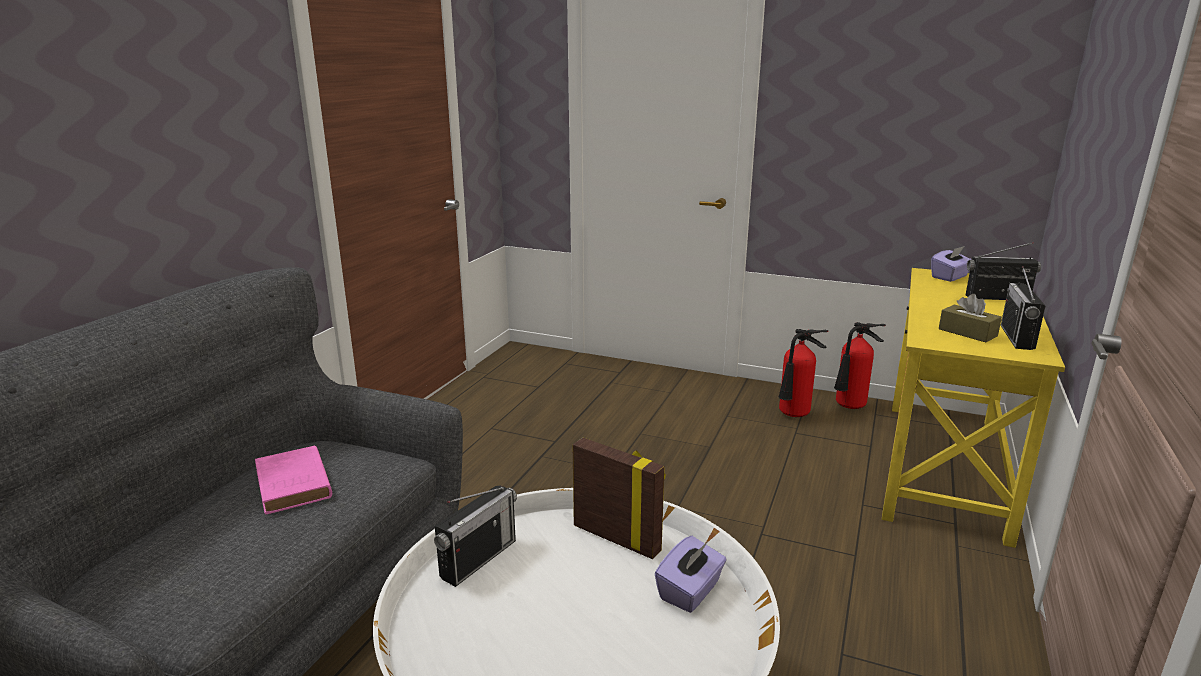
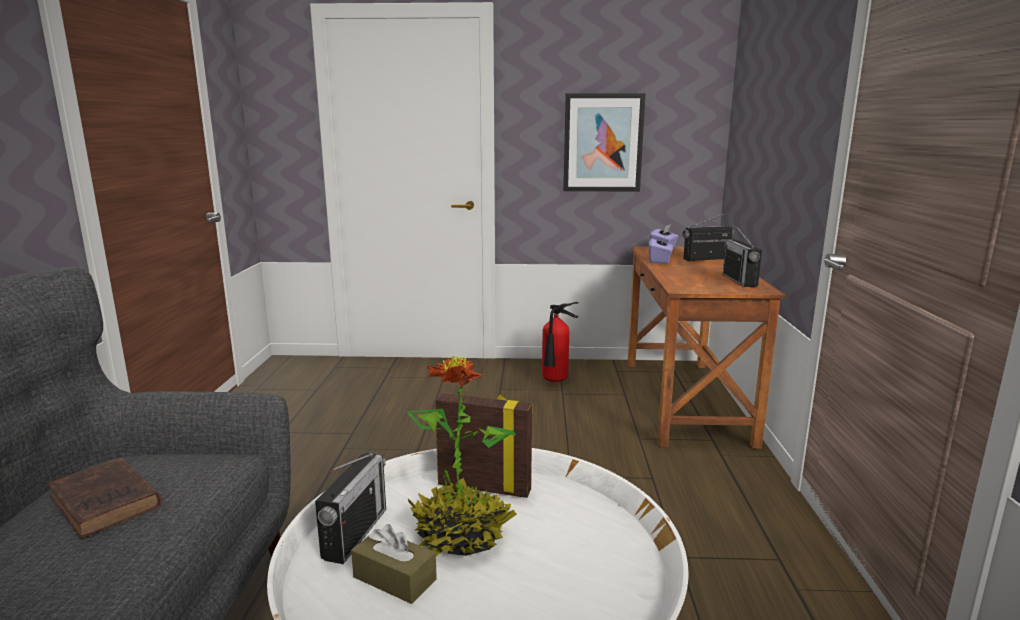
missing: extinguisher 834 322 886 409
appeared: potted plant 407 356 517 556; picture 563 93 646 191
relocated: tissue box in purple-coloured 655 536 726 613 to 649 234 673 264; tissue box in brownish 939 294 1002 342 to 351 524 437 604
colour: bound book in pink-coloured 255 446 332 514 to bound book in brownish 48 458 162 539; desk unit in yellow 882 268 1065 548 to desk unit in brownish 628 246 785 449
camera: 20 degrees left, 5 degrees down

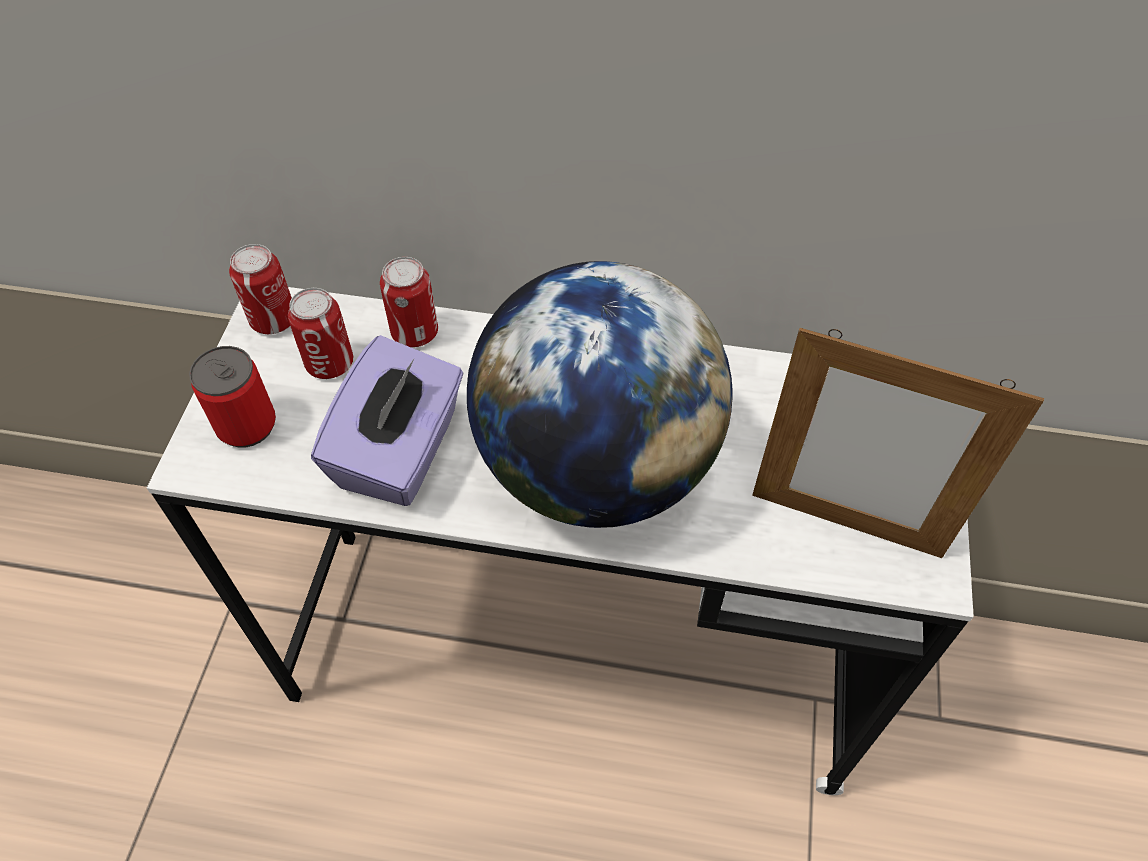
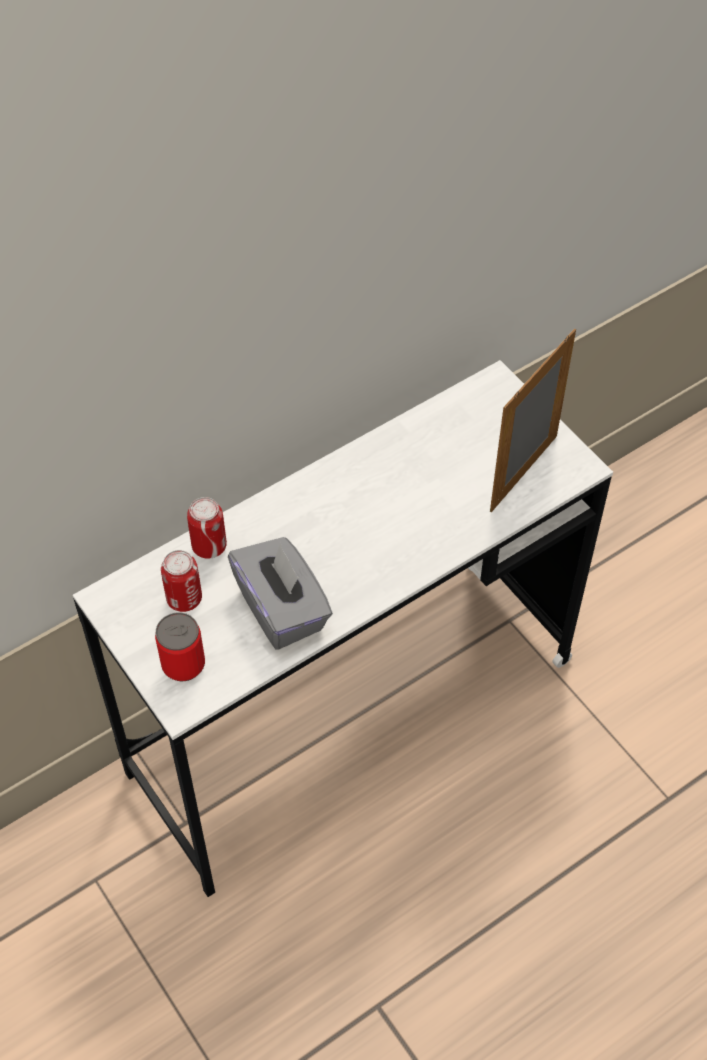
missing: can 229 244 292 334; desk globe 467 261 733 528
colour: tissue box in purple-coloured 311 335 464 506 to tissue box in gray 228 537 333 650
spun: picture frame 752 328 1044 558 = 490 328 576 512 150 degrees clockwise
camera: 45 degrees left, 0 degrees up

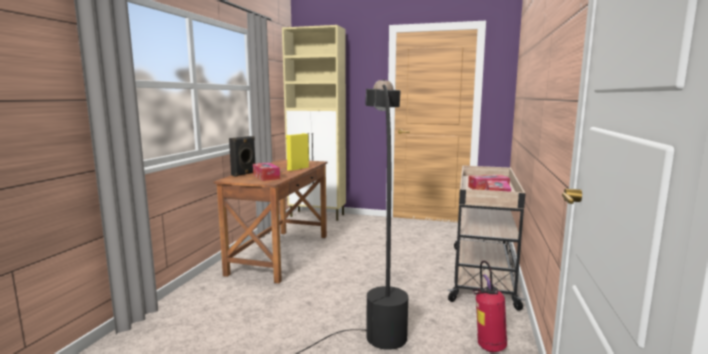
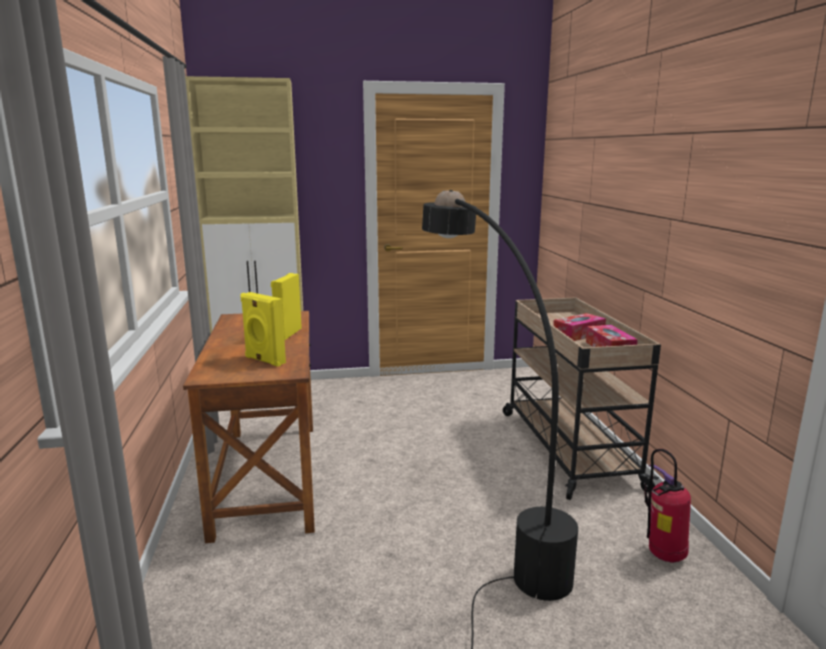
missing: audio speaker in blackish 229 136 255 177
exchanged: tissue box 253 163 280 181 to audio speaker in yellow 240 292 286 367
camera: 25 degrees left, 5 degrees up

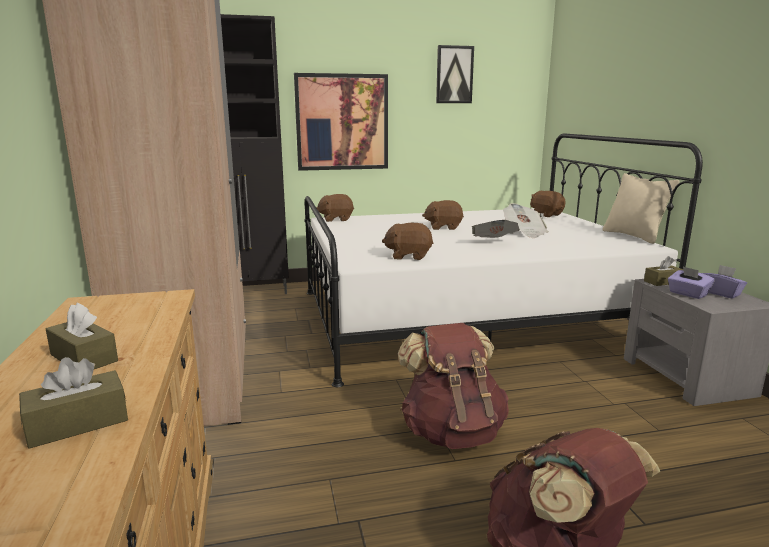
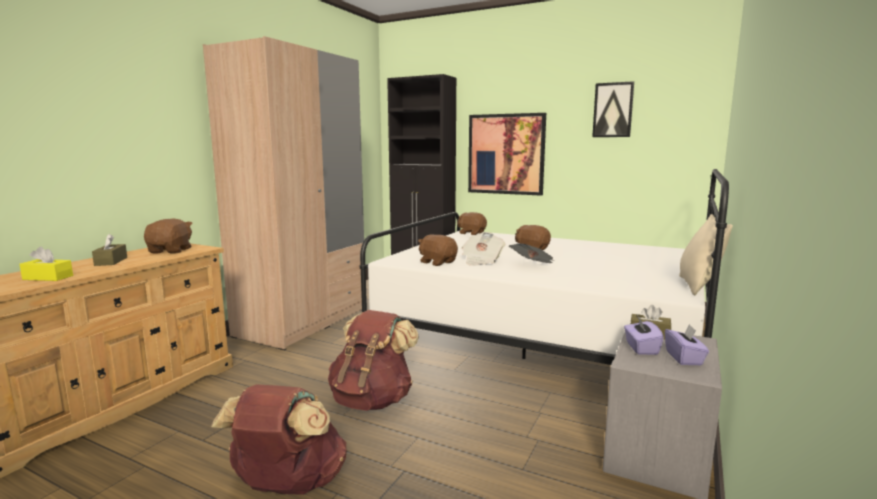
relocated: newspaper 503 203 549 238 to 462 232 505 266; plush toy in brownish 530 191 566 217 to 144 218 193 254
colour: tissue box in brownish 19 357 128 449 to tissue box in yellow 19 246 73 281
camera: 40 degrees right, 5 degrees down

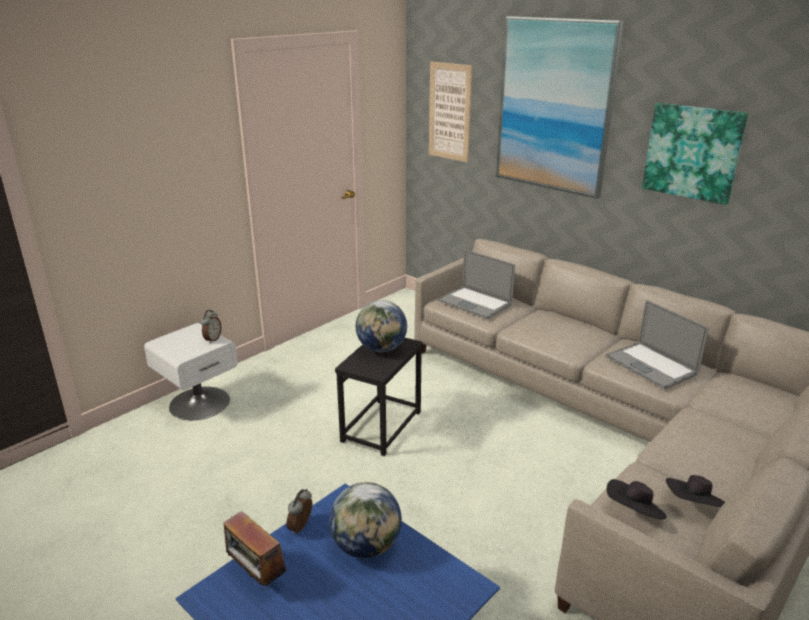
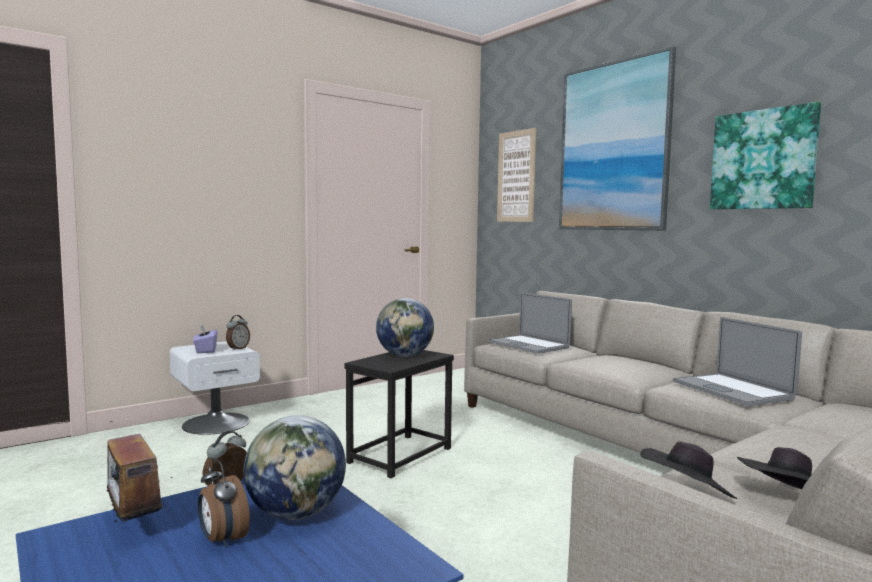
appeared: tissue box in purple-coloured 193 324 217 353; table clock 198 459 250 548
camera: 10 degrees right, 20 degrees down

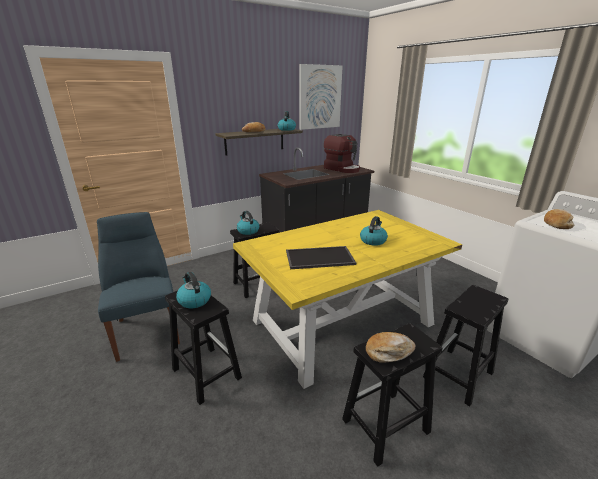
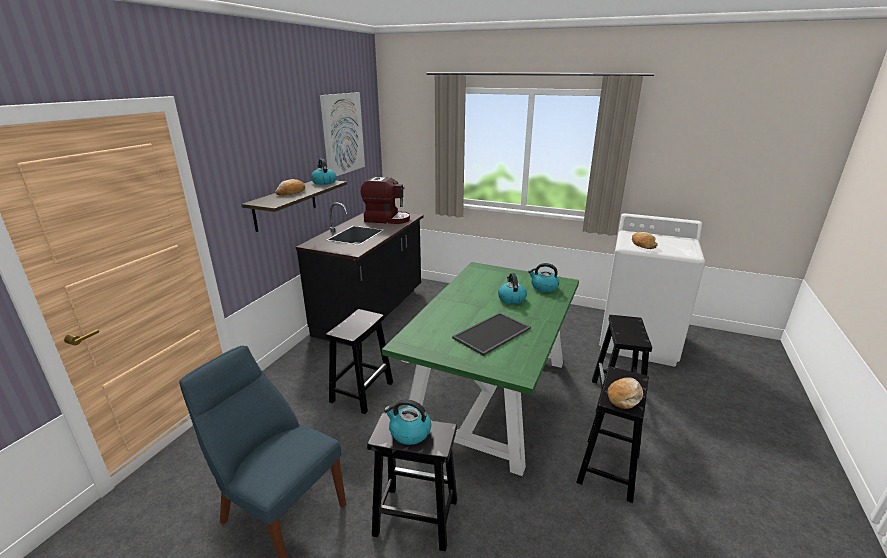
relocated: tea kettle 237 211 259 235 to 528 263 559 292
colour: kitchen table in yellow 233 210 462 389 to kitchen table in greenish 382 262 579 476
camera: 35 degrees left, 0 degrees up

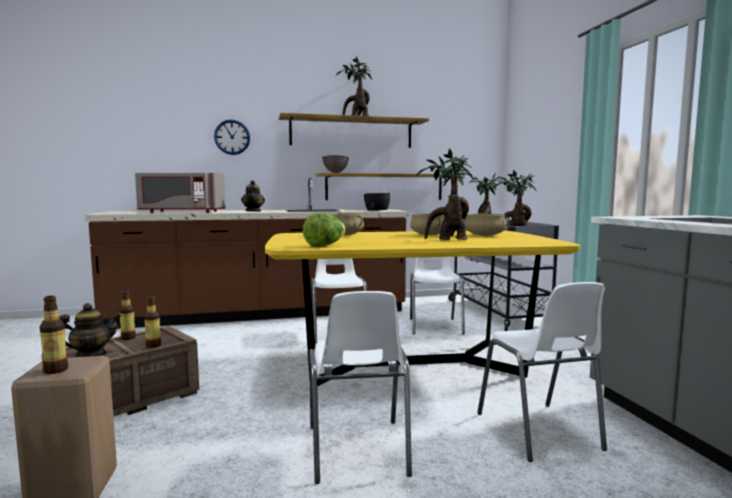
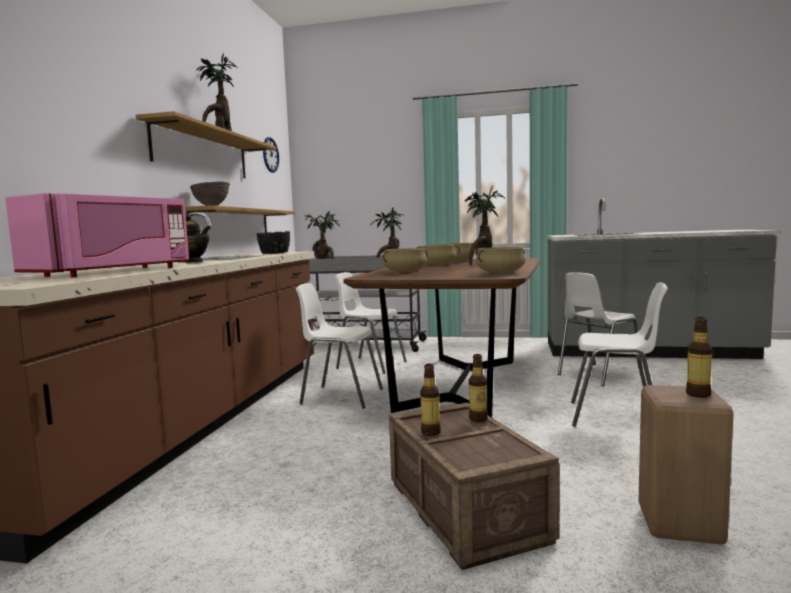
missing: teapot 59 303 121 357
relocated: hanging clock 214 119 250 155 to 263 137 279 173
exchanged: lettuce 303 214 346 247 to cooking pot in beige 476 247 525 273
colour: microwave in gray 135 173 226 213 to microwave in pink-coloured 5 193 189 277; kitchen table in yellow 265 231 581 386 to kitchen table in brownish 343 258 540 418
spun: plain chair in whitish 477 282 607 462 = 558 272 642 386 135 degrees clockwise
camera: 65 degrees left, 0 degrees up

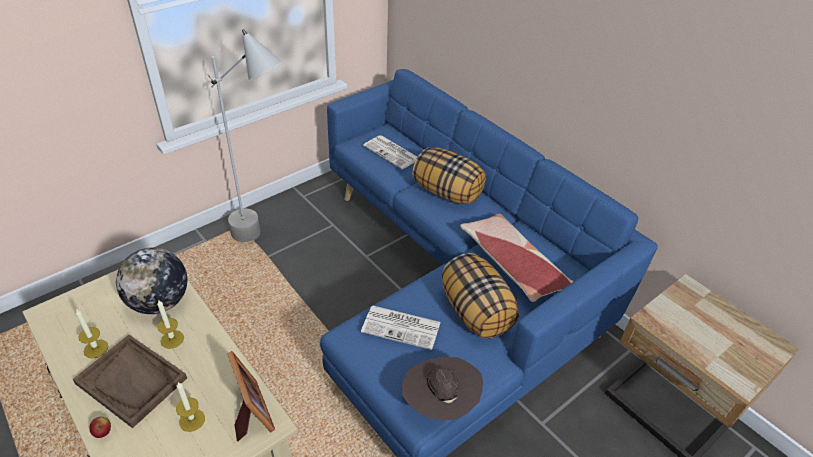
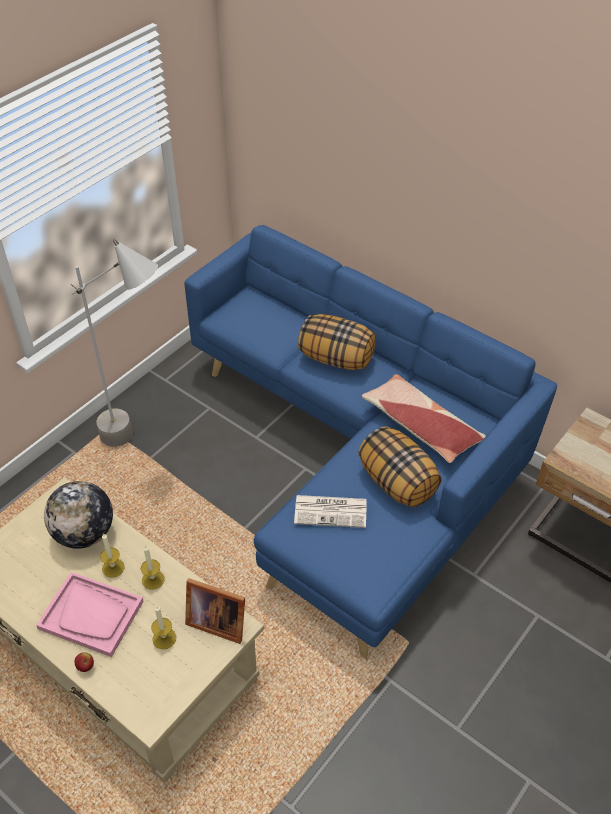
missing: newspaper 363 135 417 169; hat in brownish 402 357 483 420
relocated: wax light 75 309 108 359 to 141 545 165 590
colour: carrying tray in brownish 73 335 187 428 to carrying tray in pink-coloured 36 572 144 657
spun: picture frame 227 351 275 441 = 185 578 245 644 150 degrees clockwise
camera: 10 degrees left, 5 degrees up

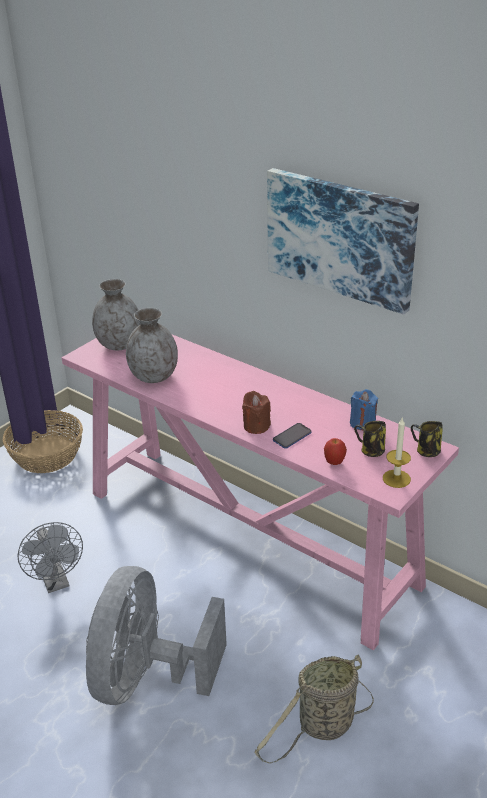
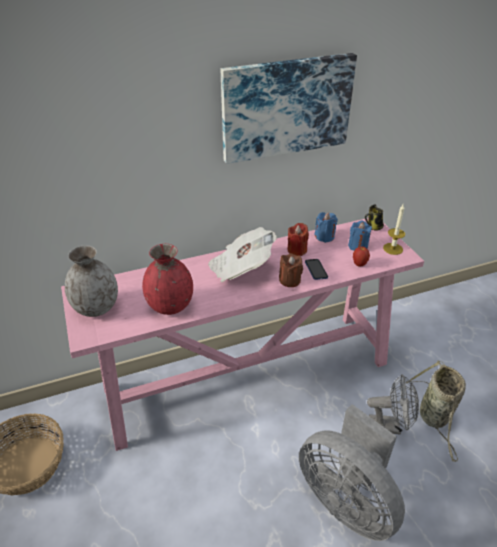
appeared: newspaper 208 227 277 282; wax light in red 287 223 309 256
relocated: cooling fan in gray 17 522 83 593 to 367 374 419 435
exchanged: coffee mug 354 421 386 457 to wax light in blue 348 220 372 251
colour: vase in gray 126 308 178 383 to vase in red 142 244 193 315
camera: 60 degrees left, 5 degrees up

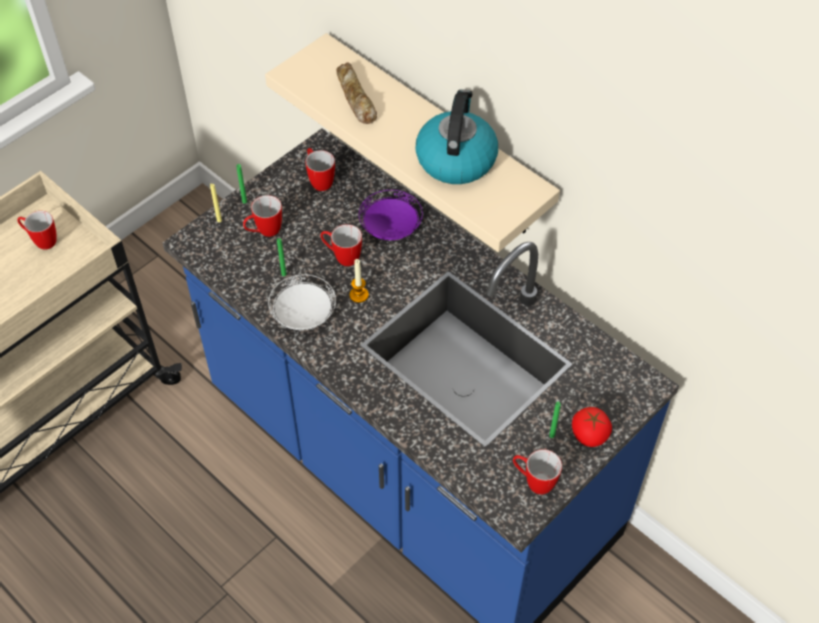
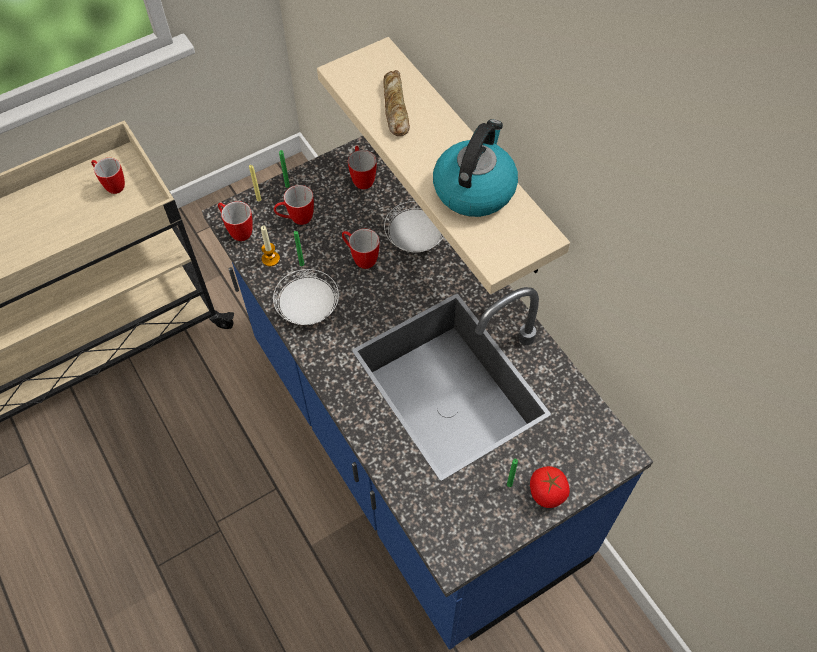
relocated: wax light 350 259 369 303 to 261 226 280 266; coffee mug 513 449 562 494 to 218 201 253 241
colour: flat dish in purple-coloured 359 190 423 240 to flat dish in whitish 384 201 444 253
camera: 15 degrees right, 5 degrees up

